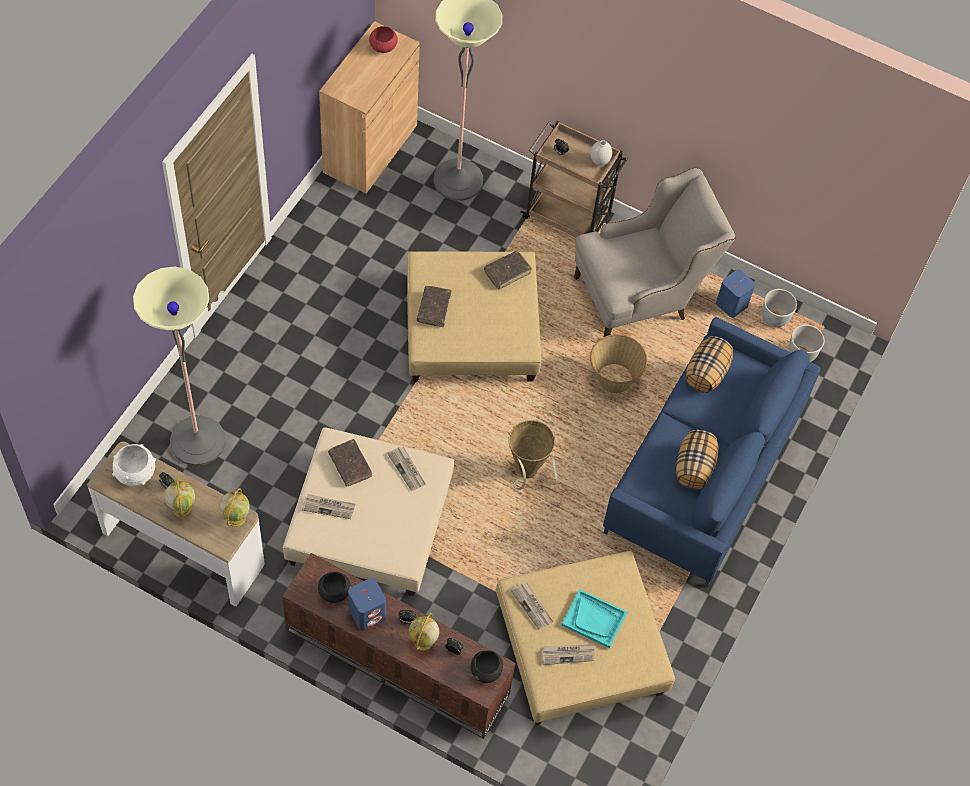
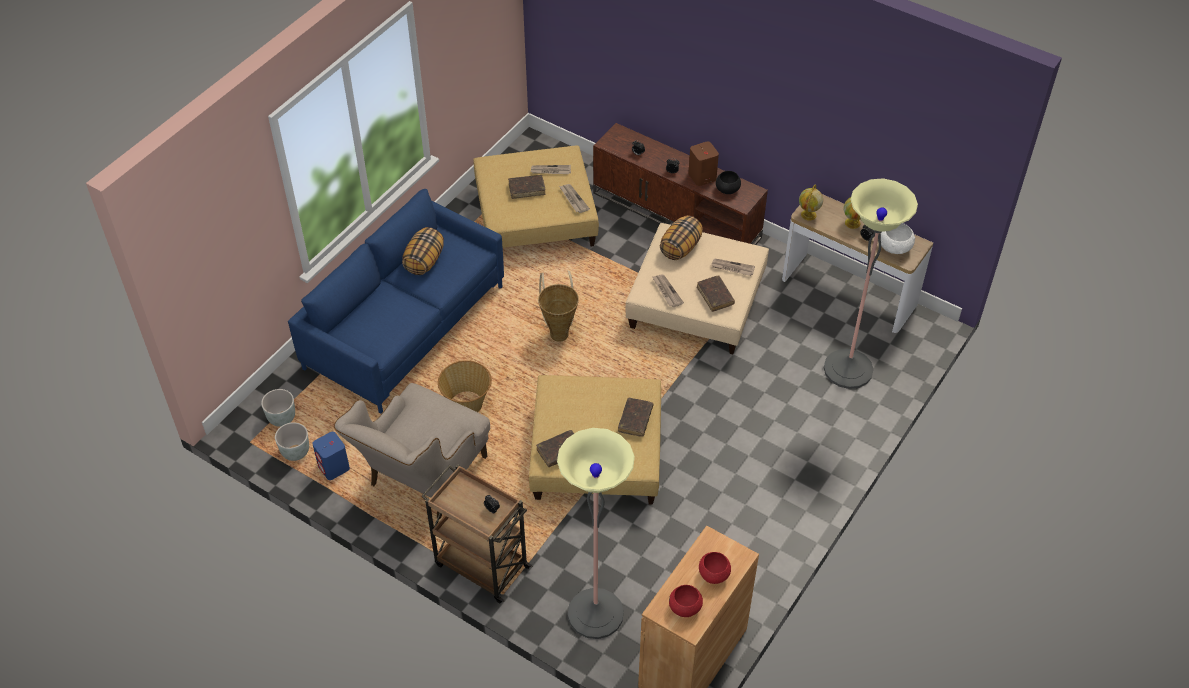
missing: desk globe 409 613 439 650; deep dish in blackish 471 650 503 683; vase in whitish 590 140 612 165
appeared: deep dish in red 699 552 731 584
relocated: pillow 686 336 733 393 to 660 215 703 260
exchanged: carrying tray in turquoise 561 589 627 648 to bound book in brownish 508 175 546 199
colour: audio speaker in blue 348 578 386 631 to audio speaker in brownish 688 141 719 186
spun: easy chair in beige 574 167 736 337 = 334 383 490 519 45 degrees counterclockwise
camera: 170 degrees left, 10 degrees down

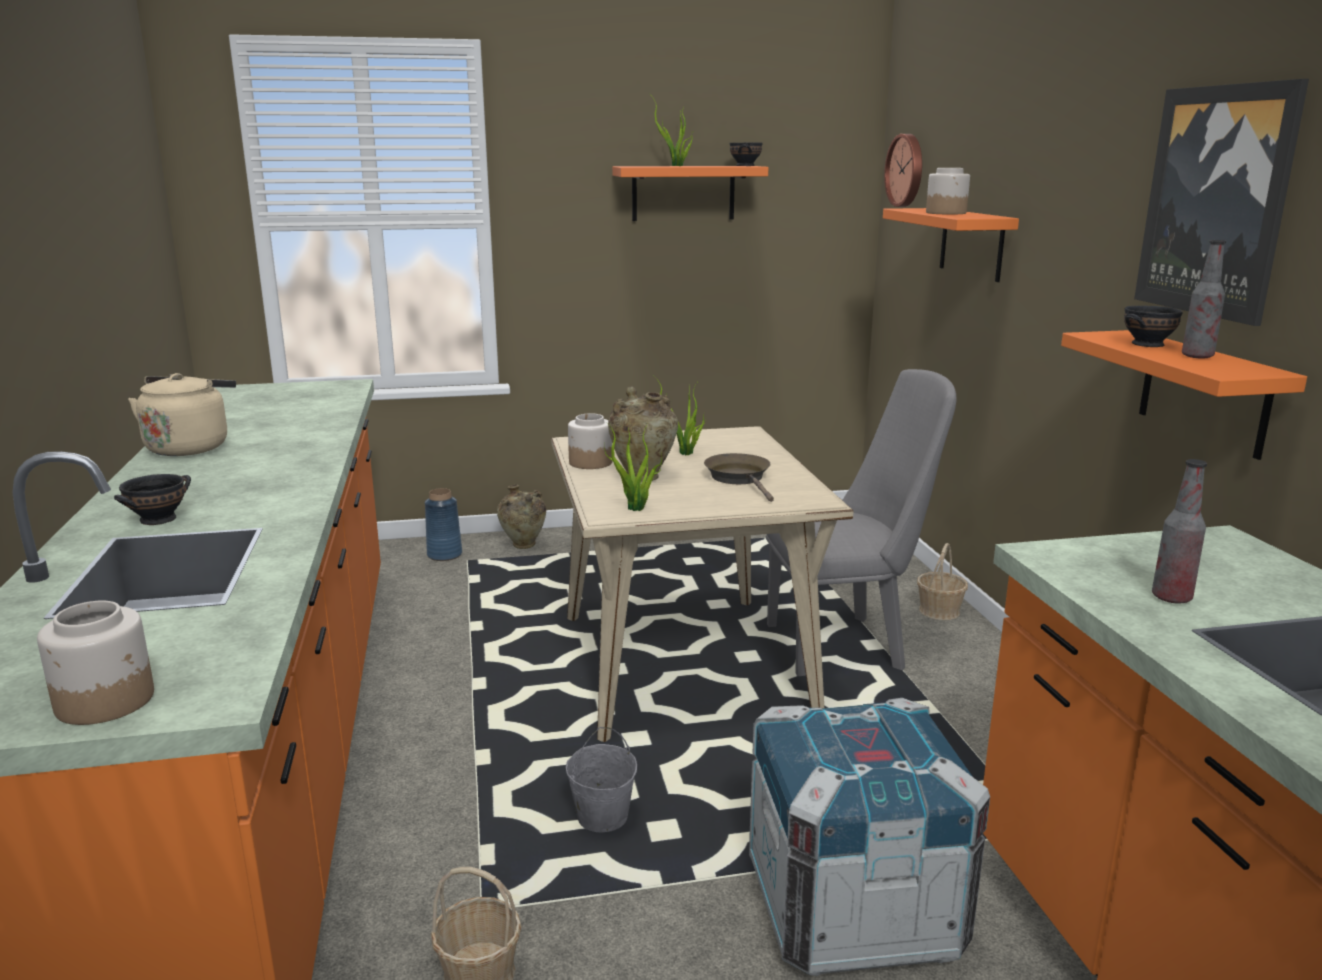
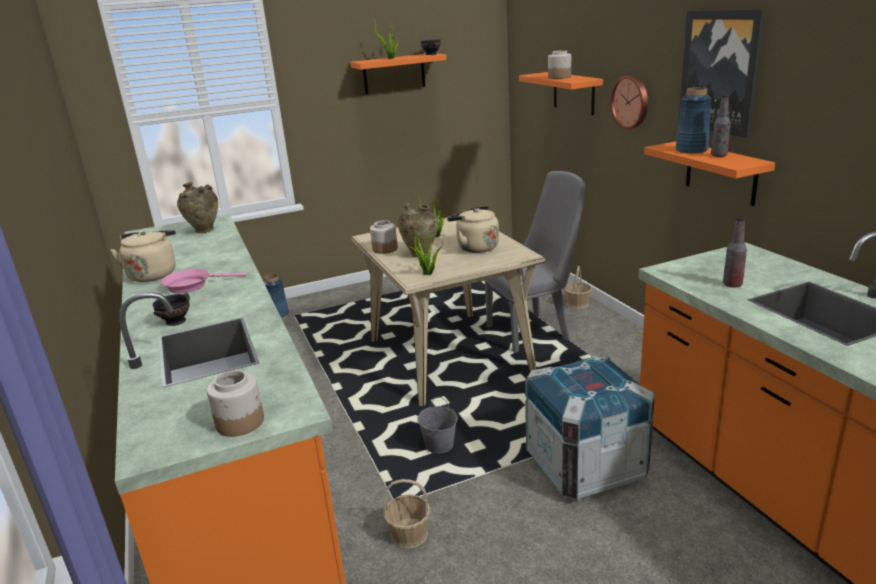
appeared: frying pan in pink-coloured 161 269 246 294
relocated: vase in beige 497 484 546 549 to 177 182 218 233; hanging clock 884 134 922 207 to 610 75 648 129
exchanged: frying pan in brownish 704 453 774 502 to tea kettle in beige 447 206 499 253; deep dish in blackish 1124 306 1183 347 to vase in blue 676 87 711 154
camera: 10 degrees left, 5 degrees up

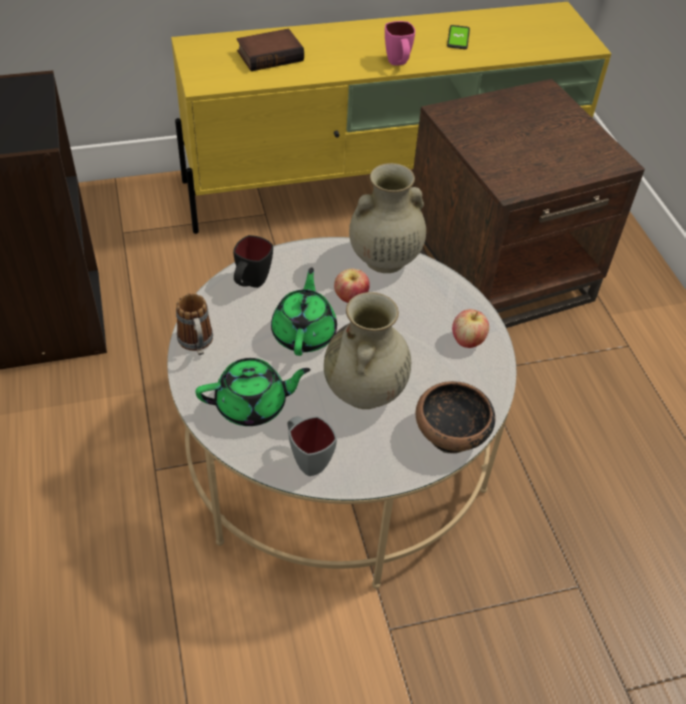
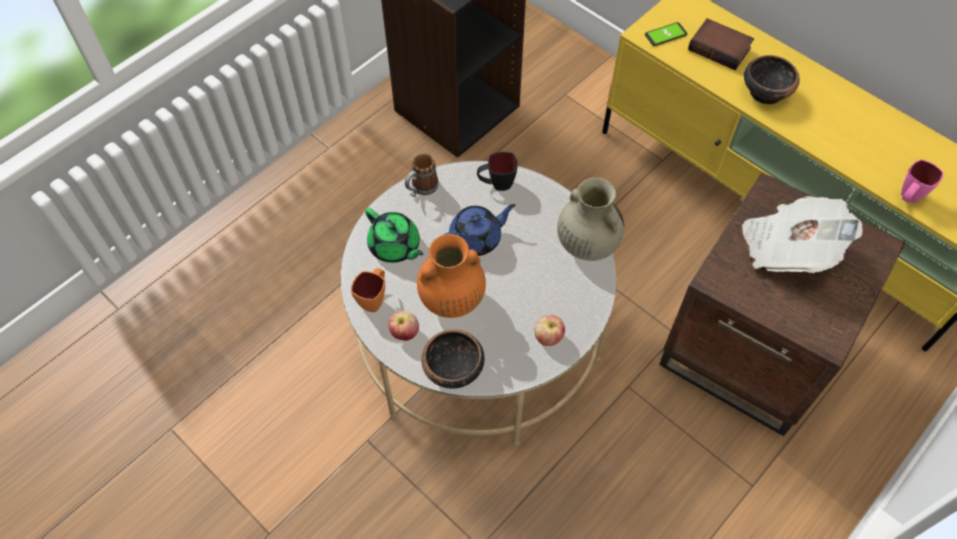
appeared: newspaper 742 196 863 273; deep dish 744 55 800 105
relocated: apple 334 268 370 303 to 388 311 419 341; coffee mug in pink-coloured 385 21 415 65 to 901 159 944 203; phone 447 25 470 49 to 645 22 687 46
colour: teapot in greenish 271 267 337 356 to teapot in blue 444 204 515 256; coffee mug in gray 287 416 337 476 to coffee mug in orange-coloured 351 268 385 312; vase in beige 324 292 411 409 to vase in orange-coloured 417 234 486 318
camera: 60 degrees right, 10 degrees up

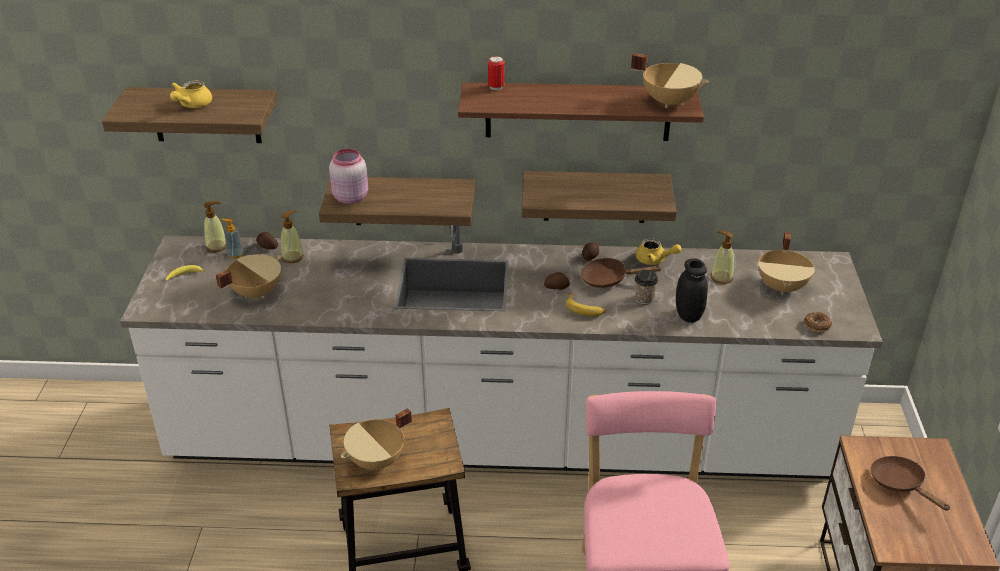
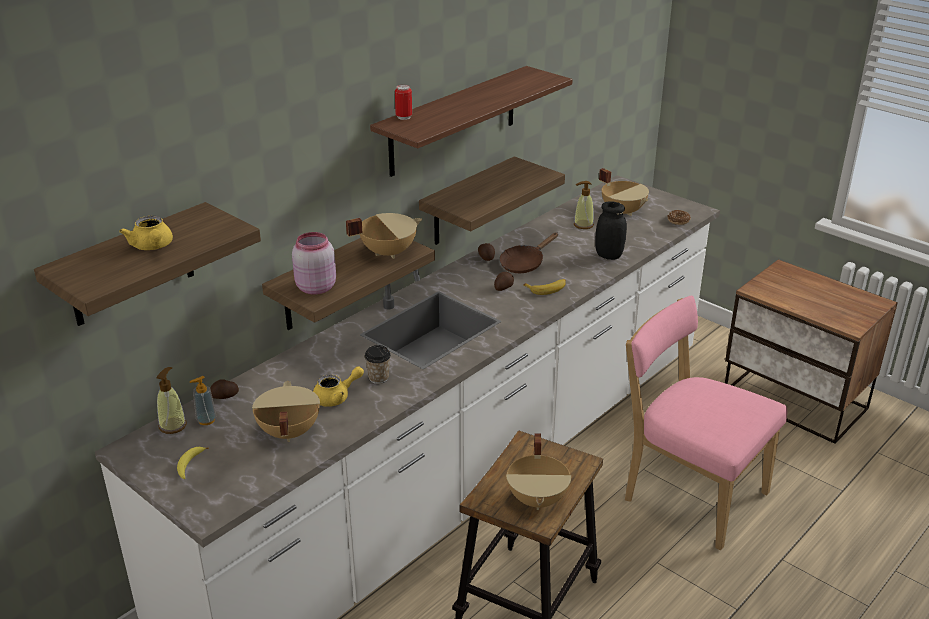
missing: soap dispenser 281 210 304 263; frying pan in brownish 871 456 950 511
relocated: cooking pot in beige 631 53 709 108 to 346 213 422 259; cup 635 270 658 304 to 364 345 391 384; teapot in yellow 636 239 682 265 to 313 366 364 407
camera: 50 degrees left, 5 degrees down

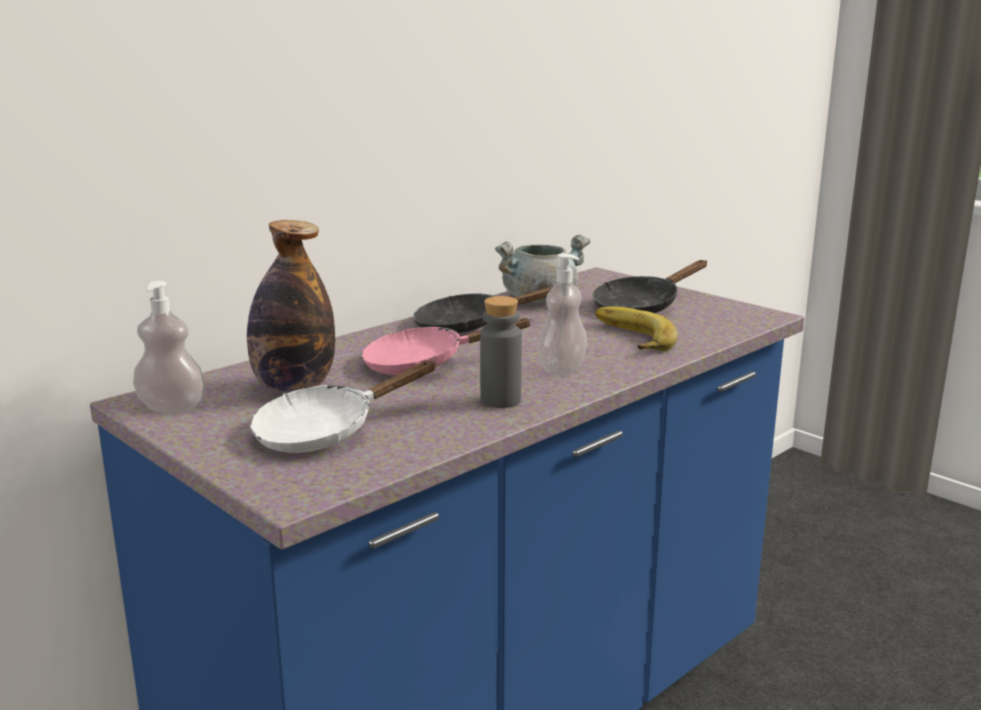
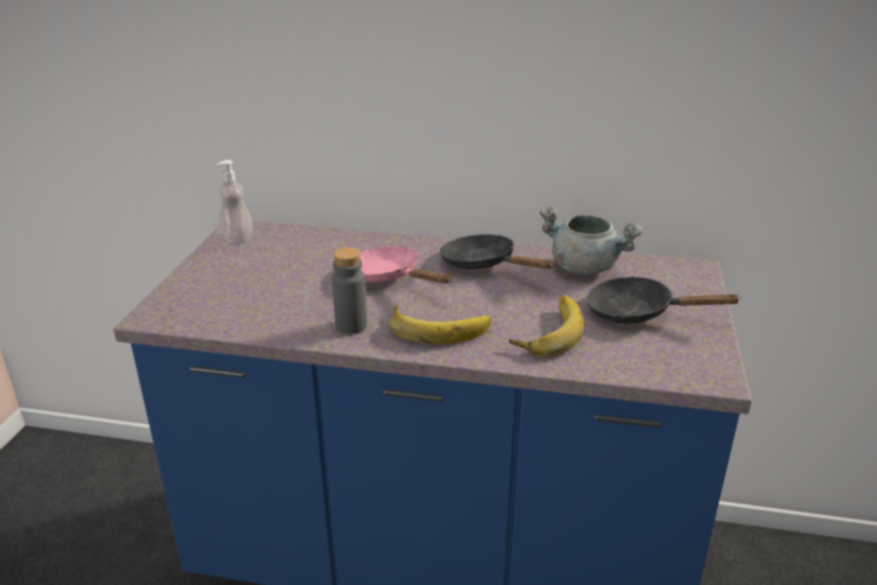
missing: drink bottle 247 220 335 393; frying pan in whitish 250 361 436 453
exchanged: soap dispenser 537 253 587 375 to whole banana 389 304 491 344
camera: 55 degrees right, 10 degrees up

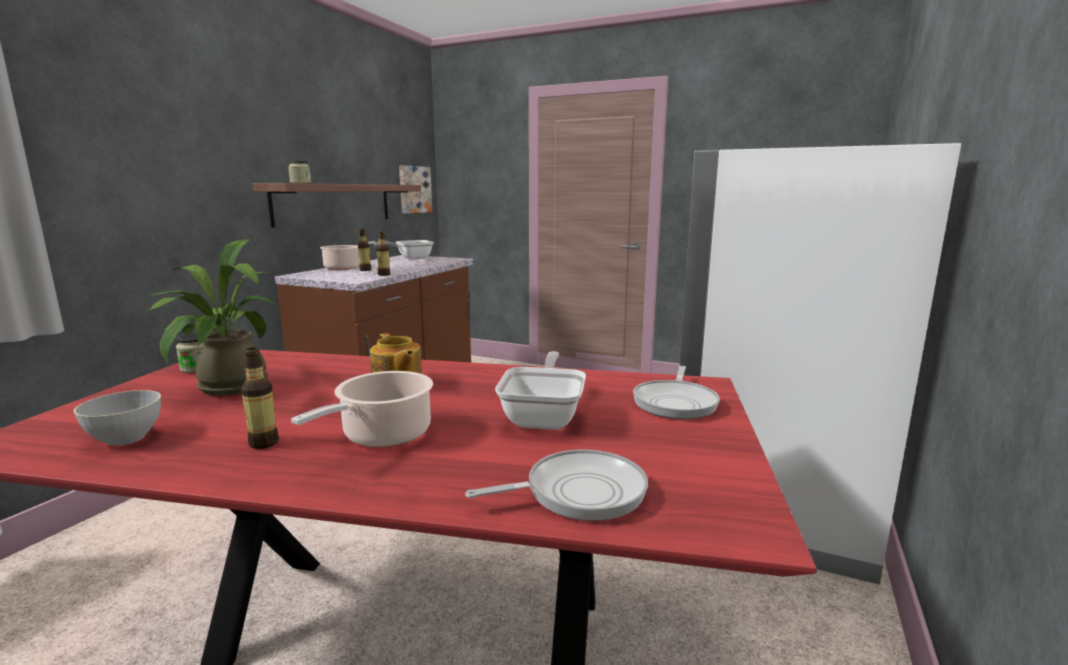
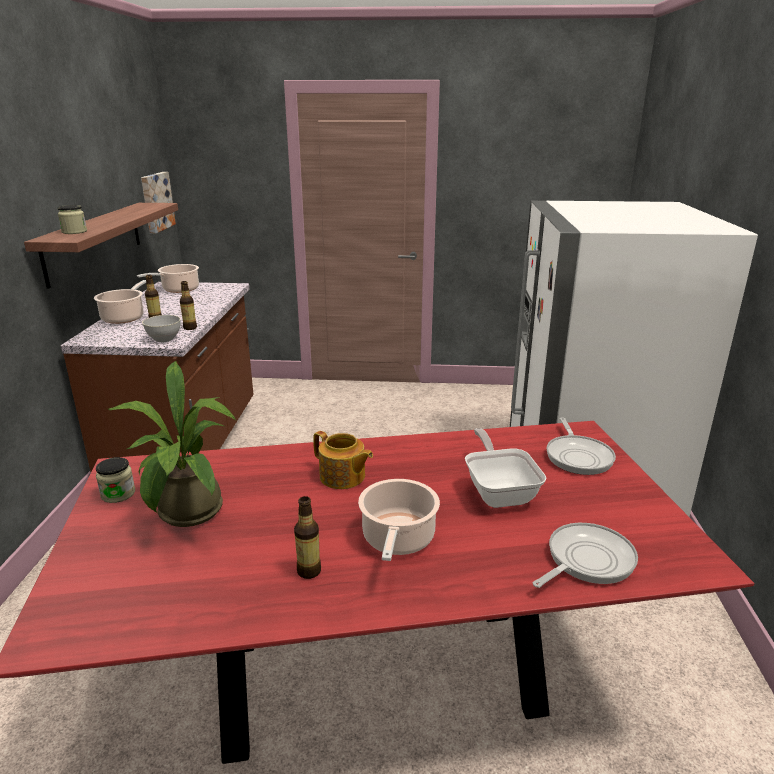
relocated: deep dish in gray 74 390 161 446 to 142 315 181 342
exchanged: frying pan 374 240 434 259 to cooking pot 137 264 199 293
camera: 20 degrees left, 10 degrees up

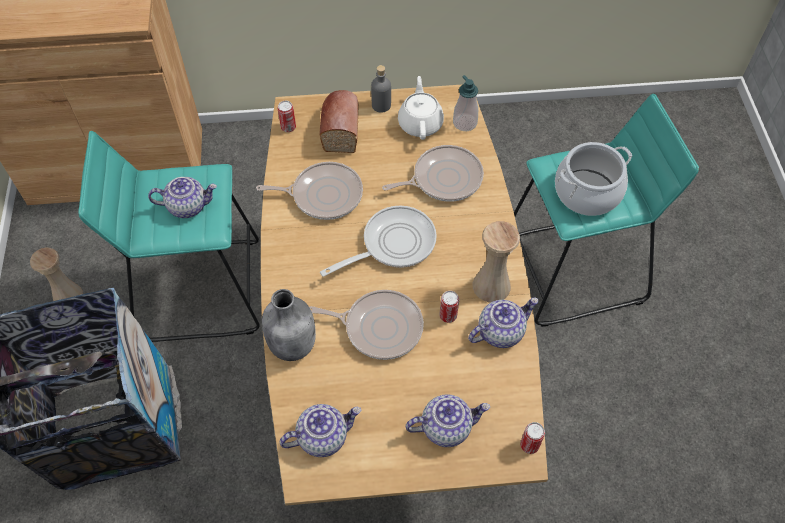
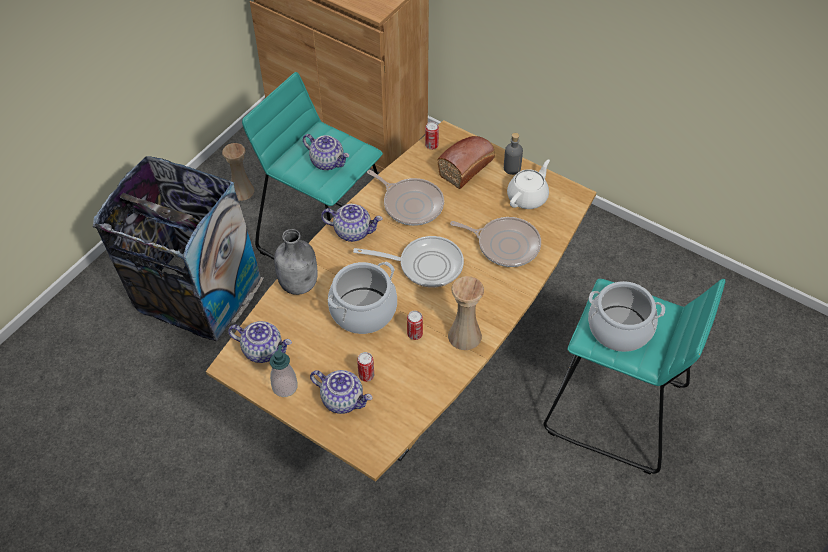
relocated: soap dispenser 453 75 478 131 to 270 345 297 397; teapot 468 298 539 348 to 321 204 383 242; can 520 422 545 454 to 357 352 374 382
exchanged: frying pan 310 290 424 360 to cooking pot 327 262 397 334
camera: 40 degrees right, 5 degrees down

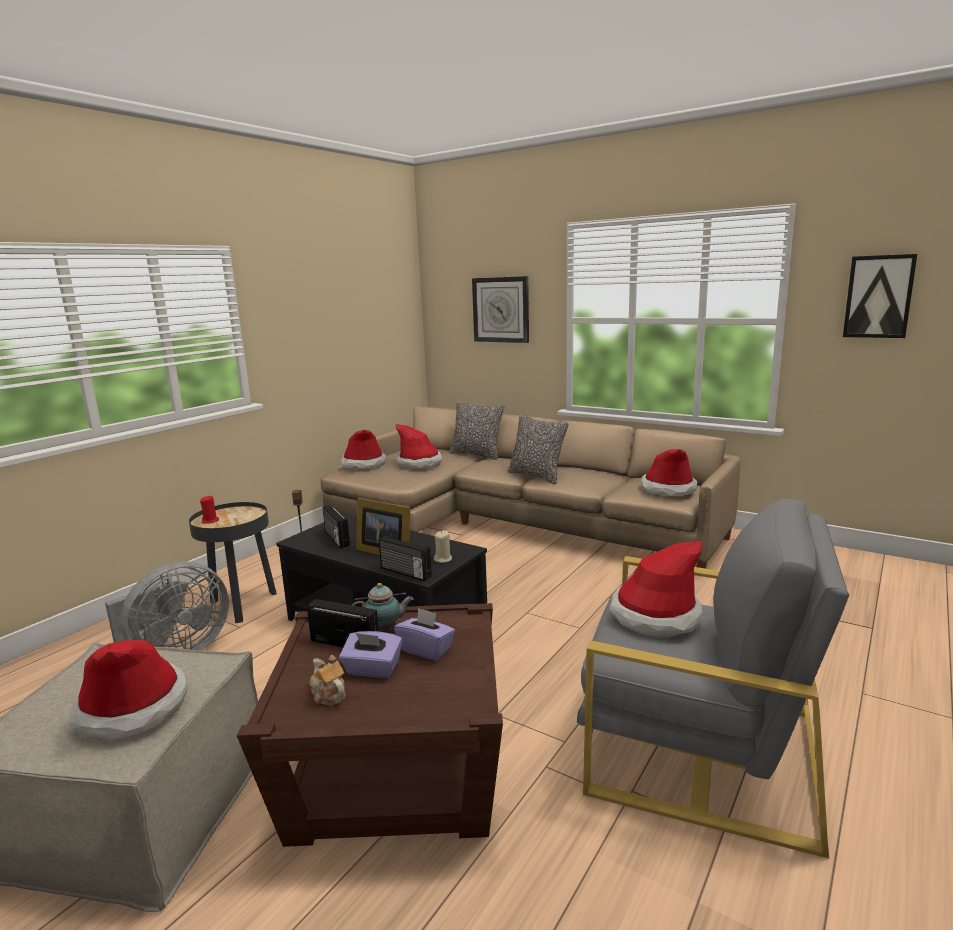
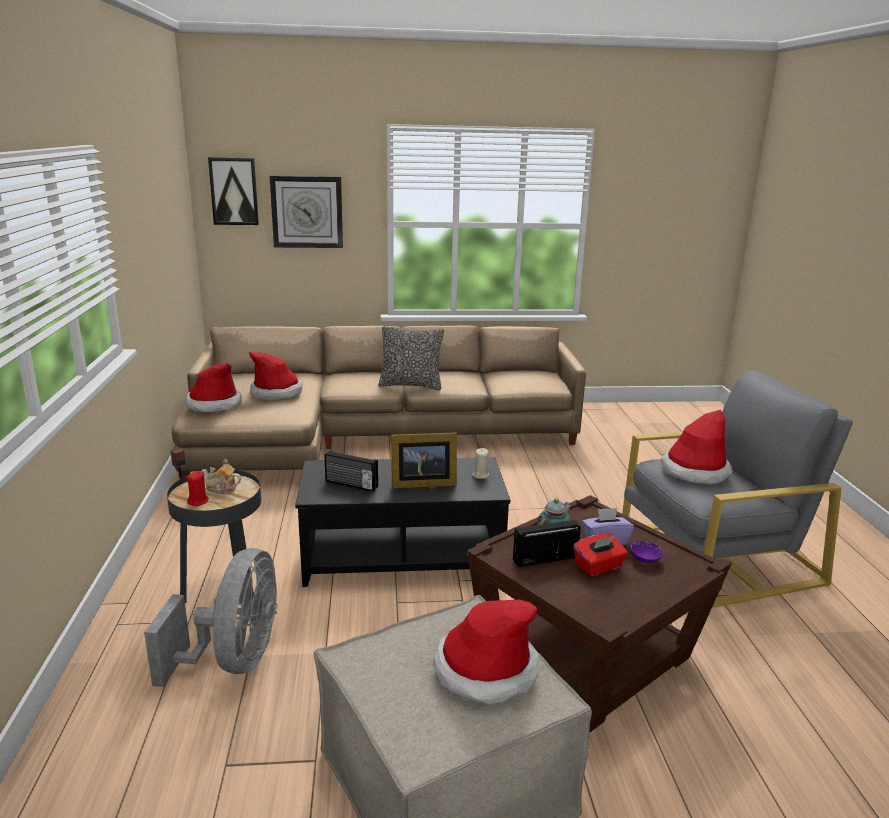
missing: radio 379 536 432 581; pillow 449 402 504 460; hat 641 449 697 496
appeared: deep dish in purple-coloured 630 541 663 564
relocated: teapot 310 655 346 705 to 202 459 241 495; picture 843 254 917 338 to 208 157 259 225
colour: tissue box in purple-coloured 339 631 402 678 to tissue box in red 573 533 628 576
camera: 40 degrees left, 5 degrees up

